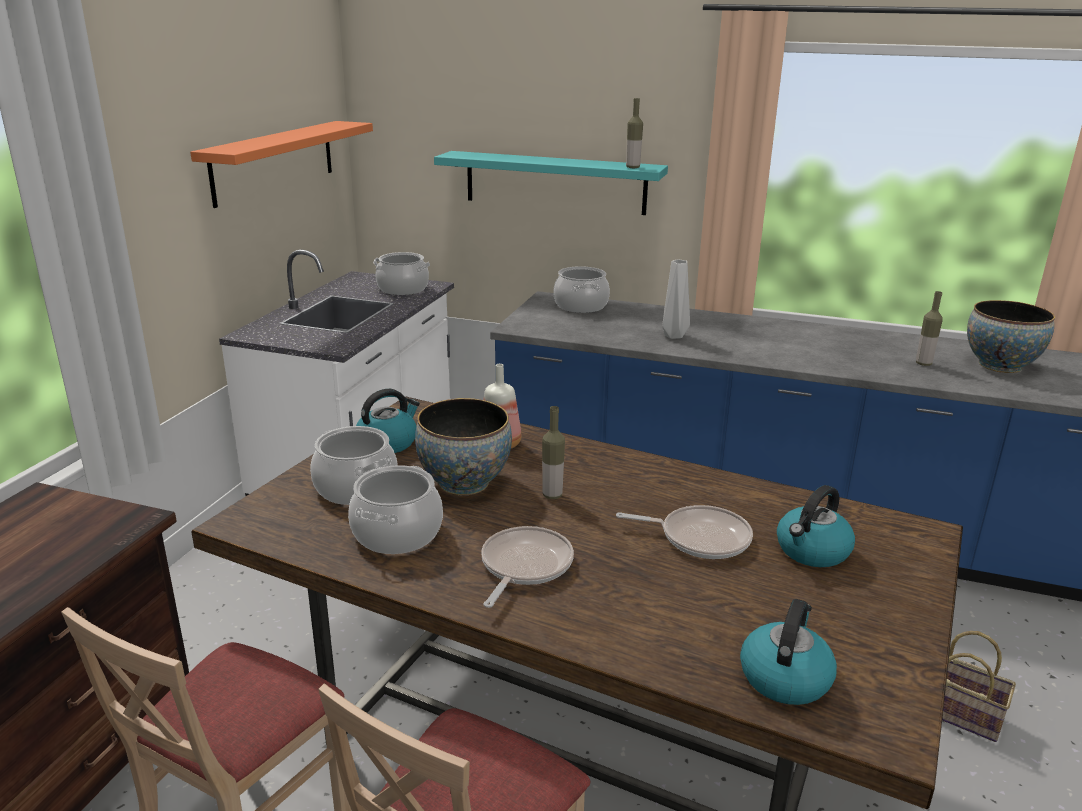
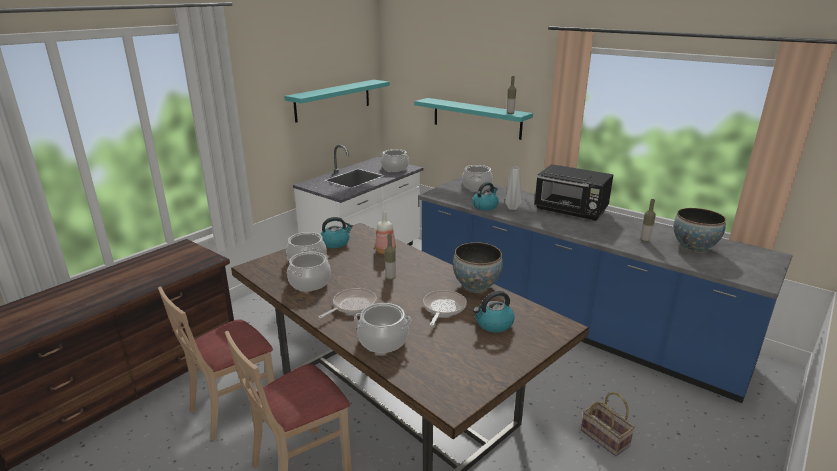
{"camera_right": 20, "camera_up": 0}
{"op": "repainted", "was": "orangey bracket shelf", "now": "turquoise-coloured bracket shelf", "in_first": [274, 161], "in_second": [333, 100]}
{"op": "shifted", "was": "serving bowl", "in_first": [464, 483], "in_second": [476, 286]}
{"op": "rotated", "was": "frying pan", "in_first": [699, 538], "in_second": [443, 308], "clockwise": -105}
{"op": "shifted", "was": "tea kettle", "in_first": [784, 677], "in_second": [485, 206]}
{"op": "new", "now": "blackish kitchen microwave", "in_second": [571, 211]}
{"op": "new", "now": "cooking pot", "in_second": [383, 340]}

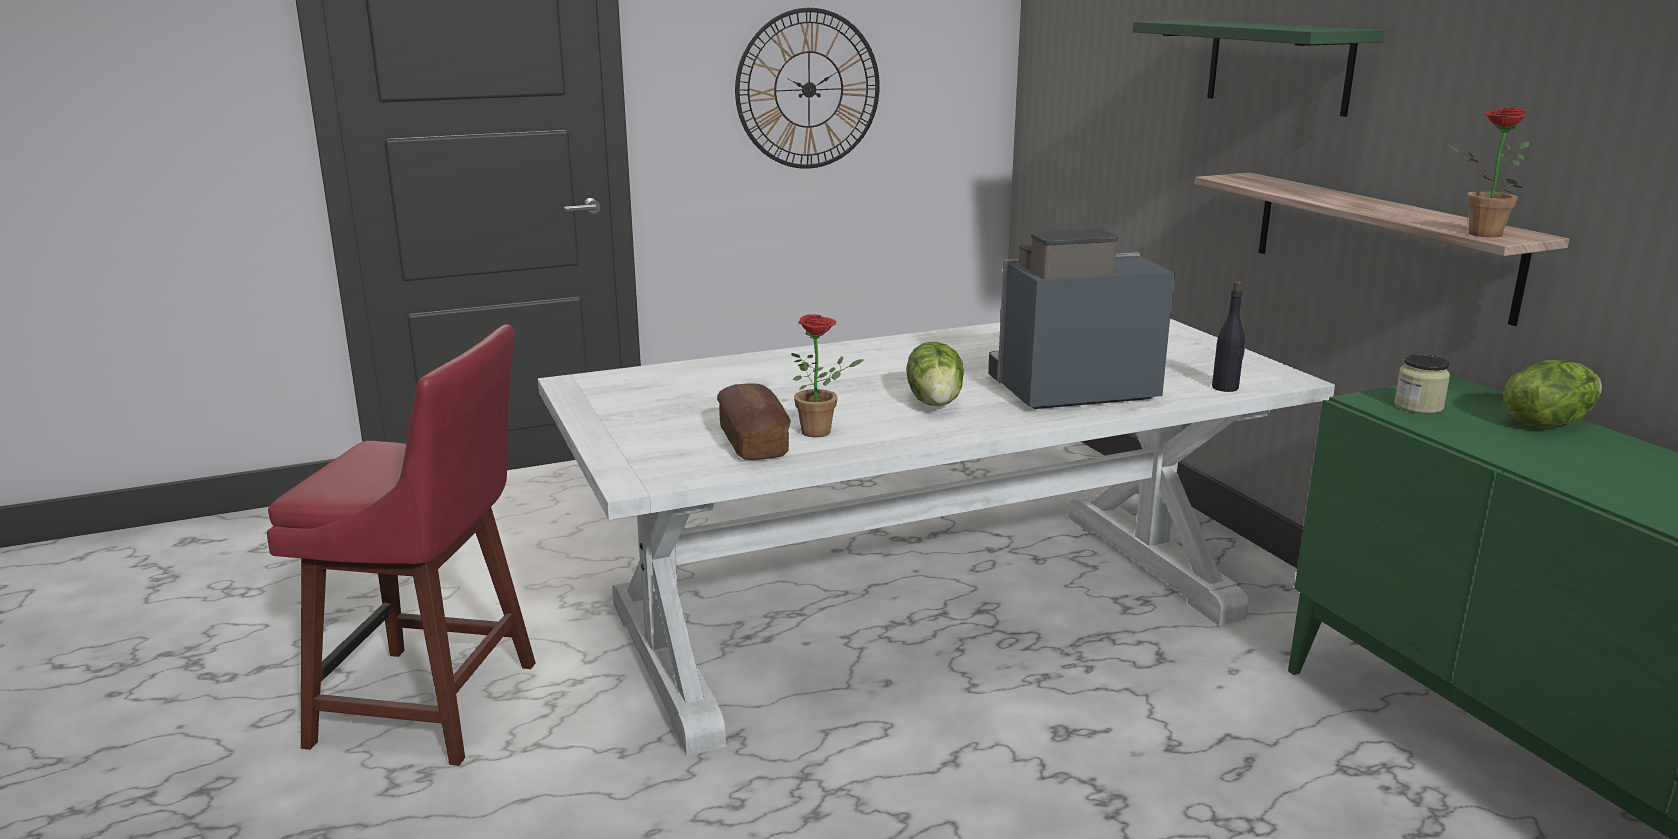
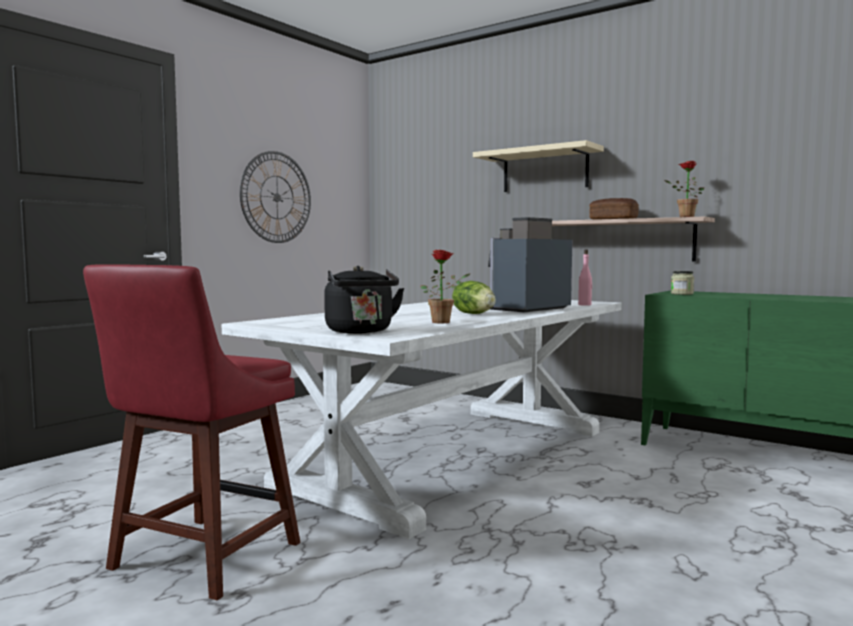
{"camera_right": -30, "camera_up": -15}
{"op": "repainted", "was": "greenish bracket shelf", "now": "sand-coloured bracket shelf", "in_first": [1278, 65], "in_second": [545, 170]}
{"op": "repainted", "was": "blackish bottle", "now": "pink-coloured bottle", "in_first": [1225, 388], "in_second": [585, 305]}
{"op": "rotated", "was": "red-coloured chair", "in_first": [436, 705], "in_second": [199, 559], "clockwise": 135}
{"op": "gone", "was": "lettuce head", "in_first": [1546, 423]}
{"op": "shifted", "was": "bread", "in_first": [753, 442], "in_second": [613, 219]}
{"op": "new", "now": "blackish tea kettle", "in_second": [361, 332]}

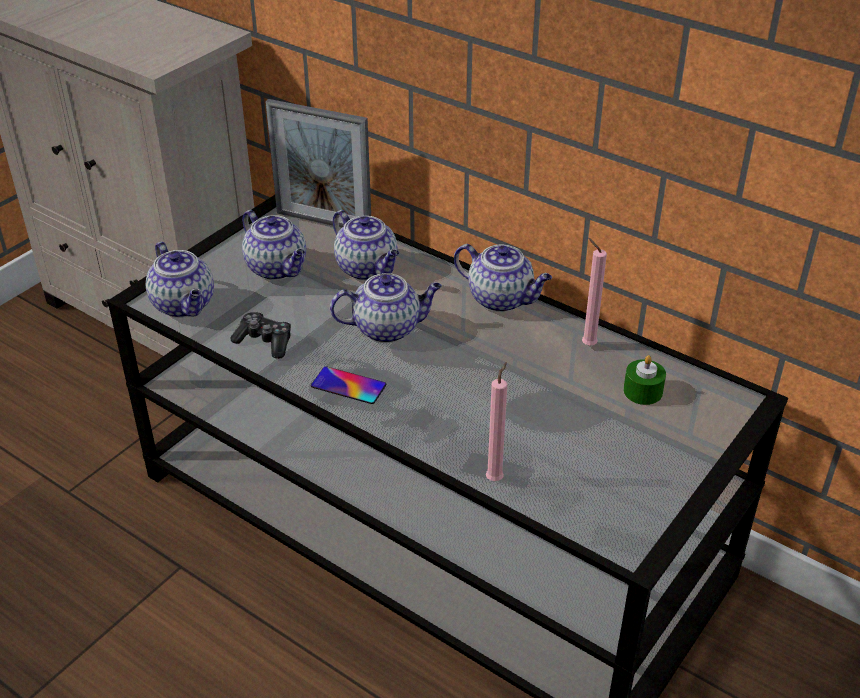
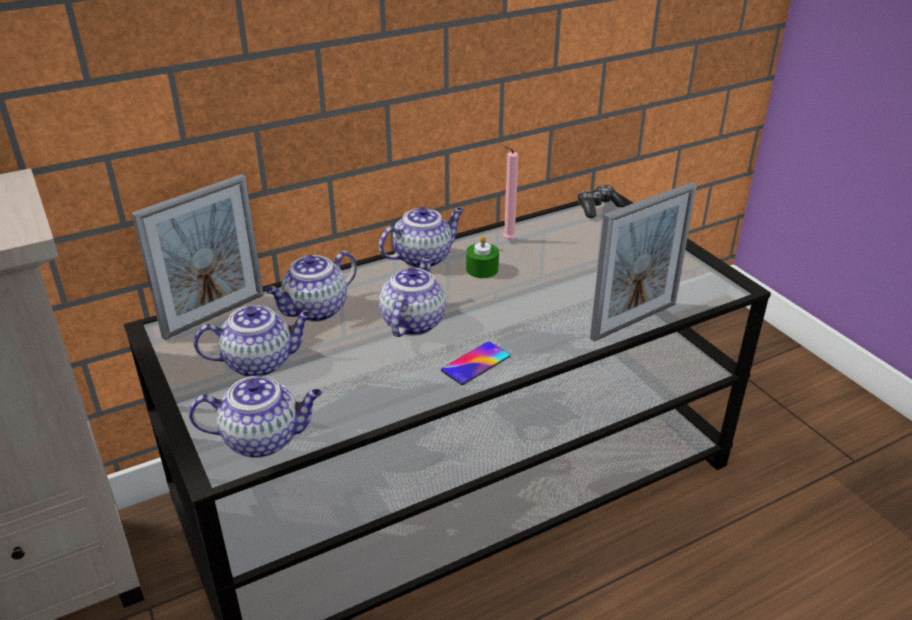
{"camera_right": -65, "camera_up": -5}
{"op": "rotated", "was": "teapot", "in_first": [368, 269], "in_second": [315, 311], "clockwise": 150}
{"op": "shifted", "was": "joypad", "in_first": [265, 342], "in_second": [597, 207]}
{"op": "shifted", "was": "greenish candle", "in_first": [643, 391], "in_second": [482, 269]}
{"op": "swapped", "was": "pink-coloured candle", "now": "picture frame", "in_first": [495, 478], "in_second": [634, 321]}

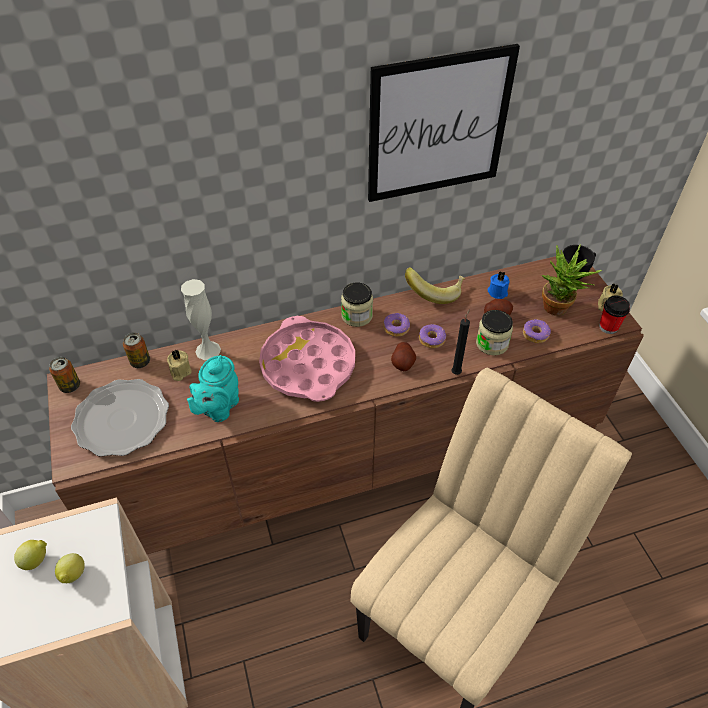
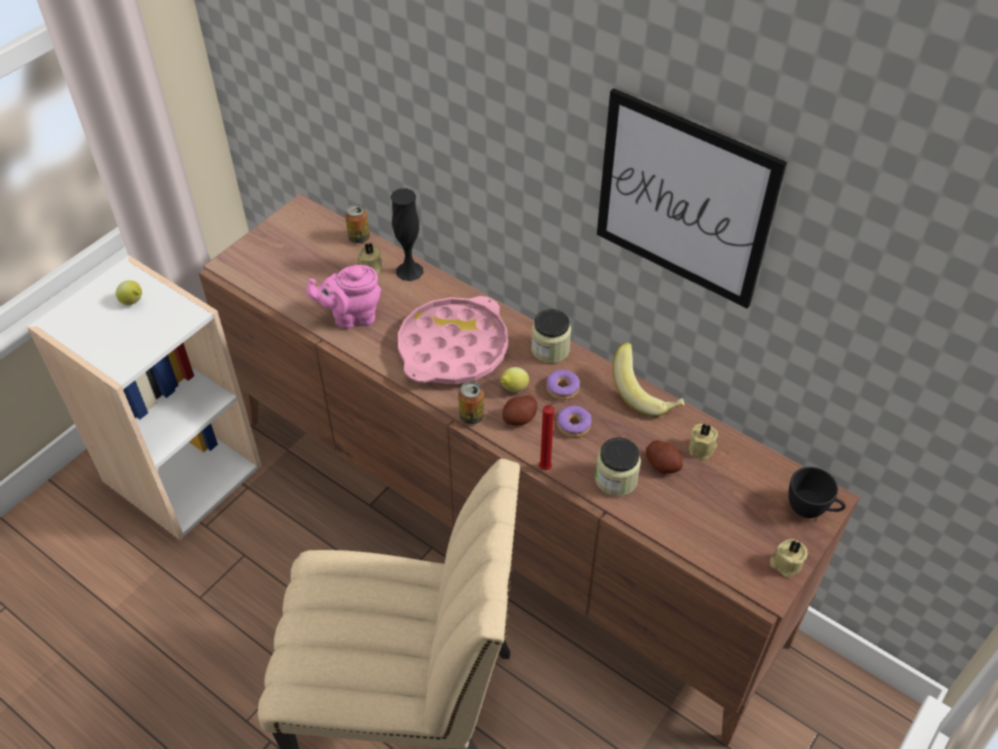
{"camera_right": 55, "camera_up": 0}
{"op": "gone", "was": "potted plant", "in_first": [558, 310]}
{"op": "repainted", "was": "blue candle", "now": "sand-coloured candle", "in_first": [498, 292], "in_second": [702, 448]}
{"op": "repainted", "was": "whitish decorative vase", "now": "blackish decorative vase", "in_first": [208, 350], "in_second": [409, 271]}
{"op": "gone", "was": "drinking cup", "in_first": [608, 327]}
{"op": "repainted", "was": "blackish candle", "now": "red-coloured candle", "in_first": [456, 372], "in_second": [547, 468]}
{"op": "gone", "was": "ring doughnut", "in_first": [535, 334]}
{"op": "repainted", "was": "turquoise-coloured teapot", "now": "pink-coloured teapot", "in_first": [218, 408], "in_second": [352, 316]}
{"op": "shifted", "was": "can", "in_first": [70, 386], "in_second": [471, 416]}
{"op": "gone", "was": "flat dish", "in_first": [121, 420]}
{"op": "shifted", "was": "lemon", "in_first": [74, 576], "in_second": [513, 389]}

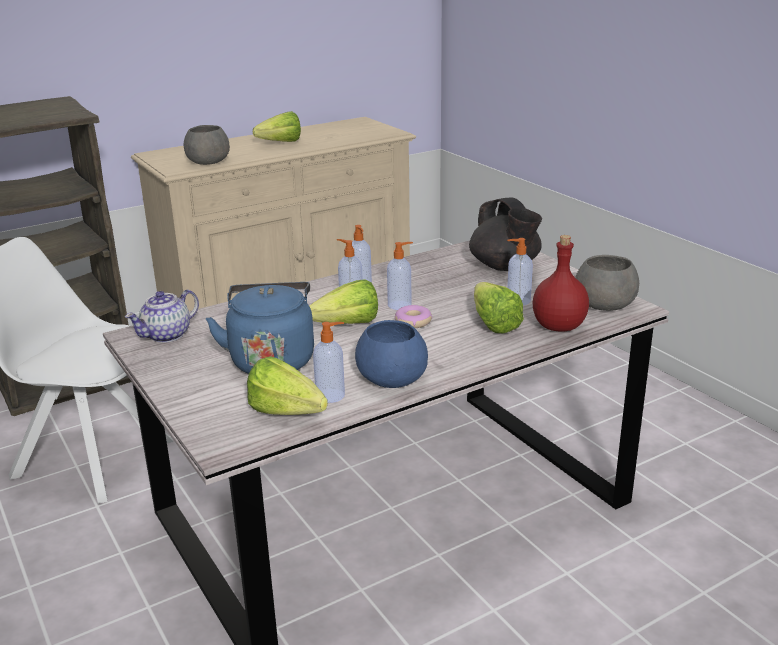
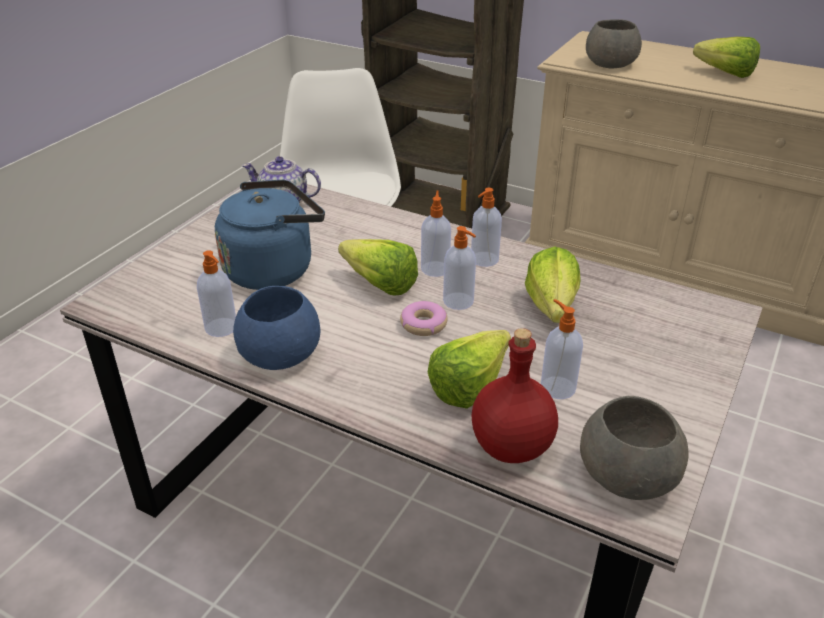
{"camera_right": 60, "camera_up": 10}
{"op": "gone", "was": "blackish teapot", "in_first": [505, 267]}
{"op": "shifted", "was": "lettuce head", "in_first": [291, 415], "in_second": [550, 312]}

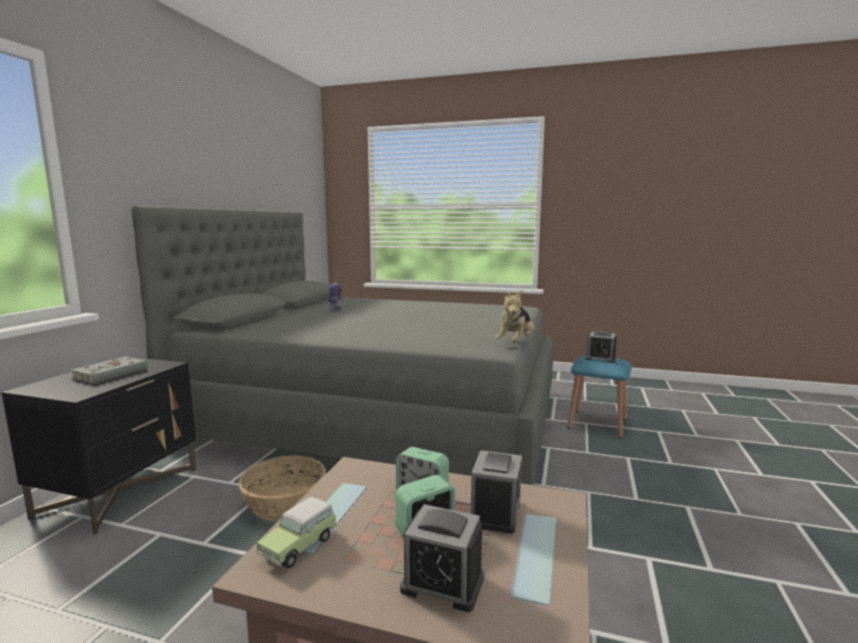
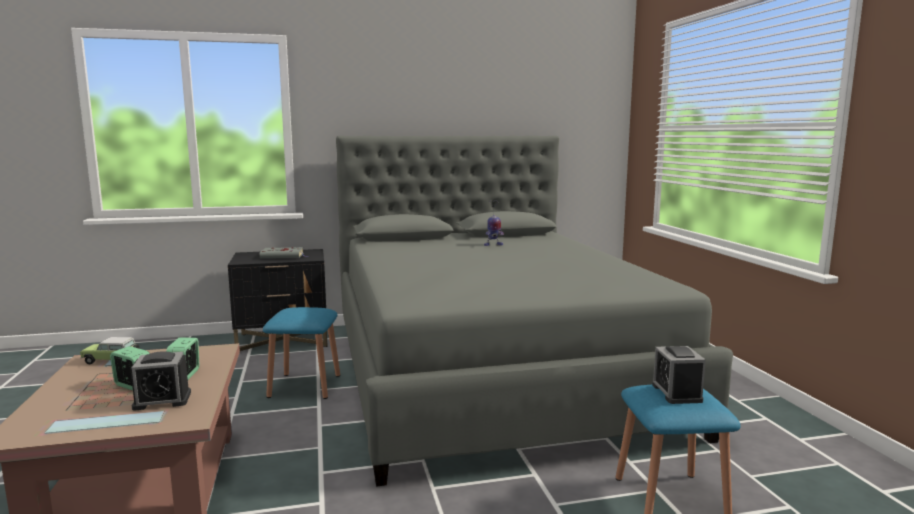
{"camera_right": 60, "camera_up": 0}
{"op": "gone", "was": "plush toy", "in_first": [516, 343]}
{"op": "swapped", "was": "basket", "now": "blue stool seat", "in_first": [284, 502], "in_second": [305, 386]}
{"op": "gone", "was": "table clock", "in_first": [442, 583]}

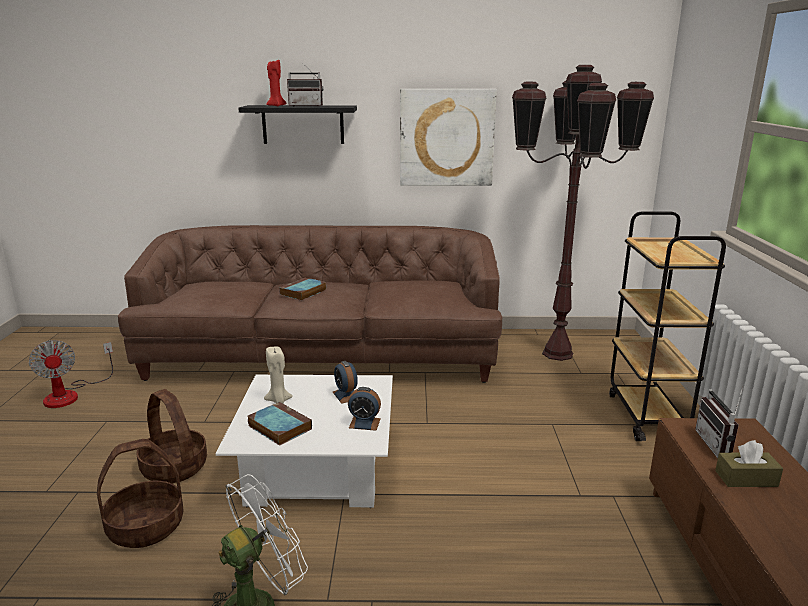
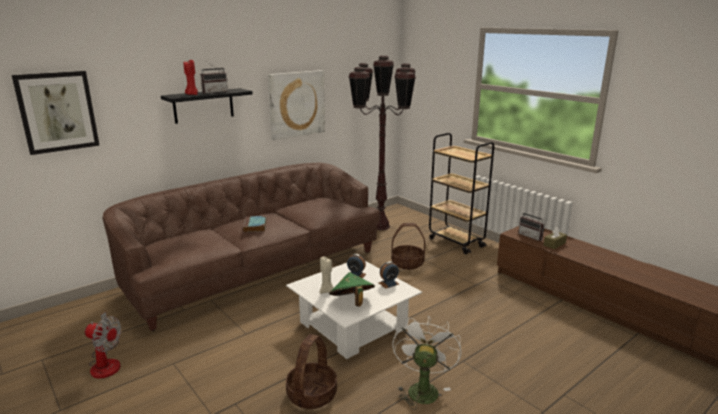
{"camera_right": -40, "camera_up": 0}
{"op": "shifted", "was": "basket", "in_first": [175, 467], "in_second": [407, 263]}
{"op": "swapped", "was": "bound book", "now": "greenish hat", "in_first": [278, 427], "in_second": [352, 302]}
{"op": "new", "now": "wall picture", "in_second": [57, 112]}

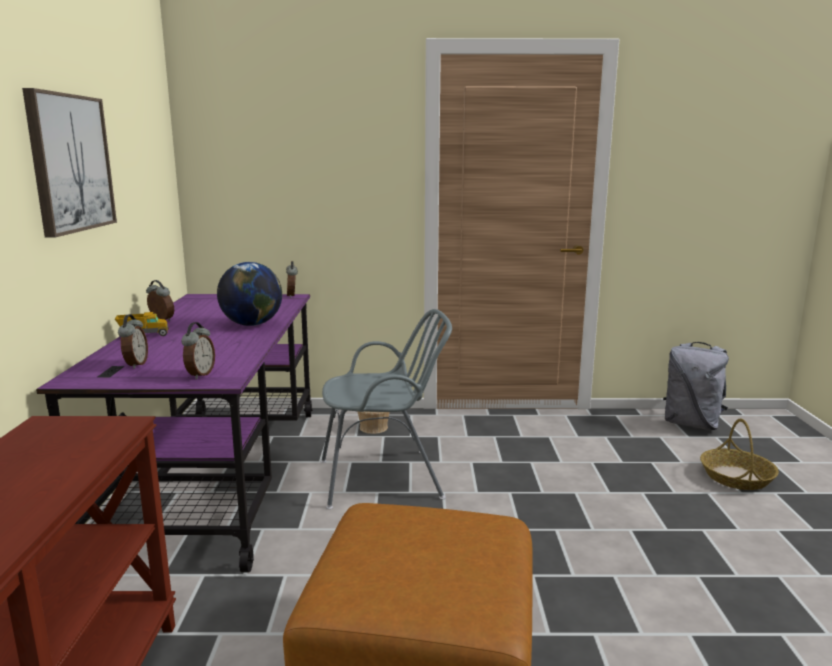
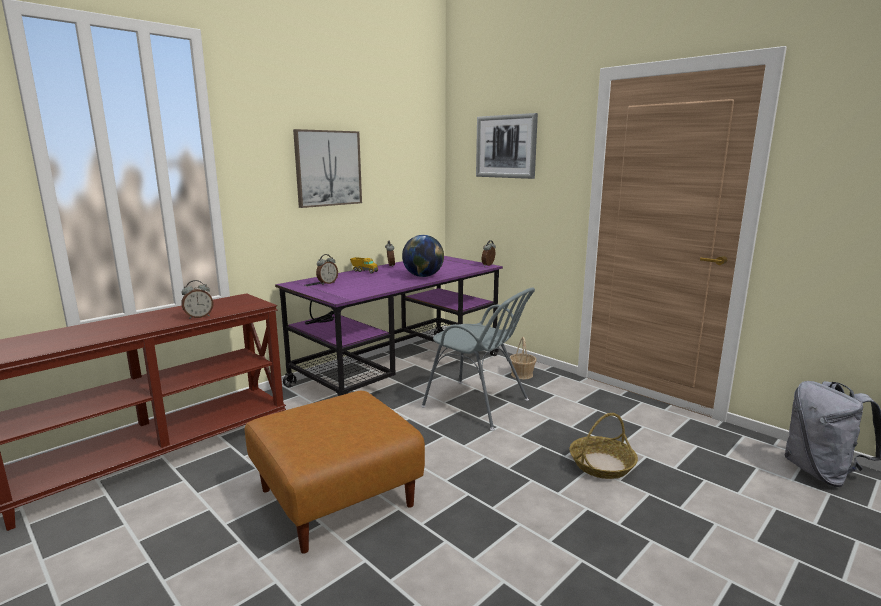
{"camera_right": 45, "camera_up": 0}
{"op": "shifted", "was": "table clock", "in_first": [199, 375], "in_second": [199, 317]}
{"op": "shifted", "was": "basket", "in_first": [736, 477], "in_second": [602, 464]}
{"op": "new", "now": "wall picture", "in_second": [506, 146]}

